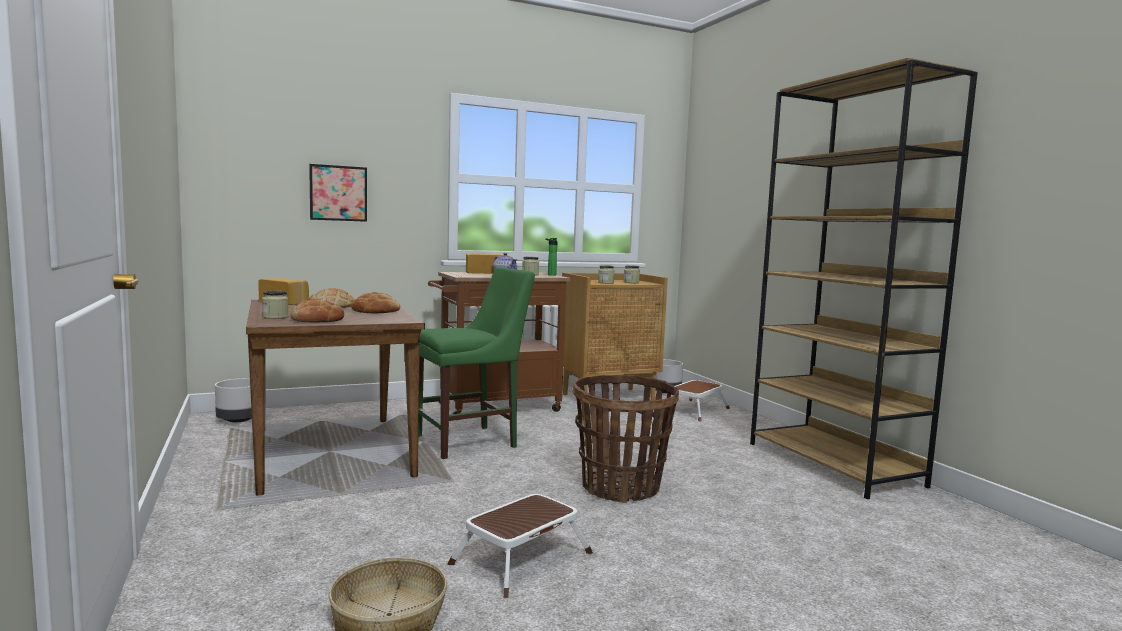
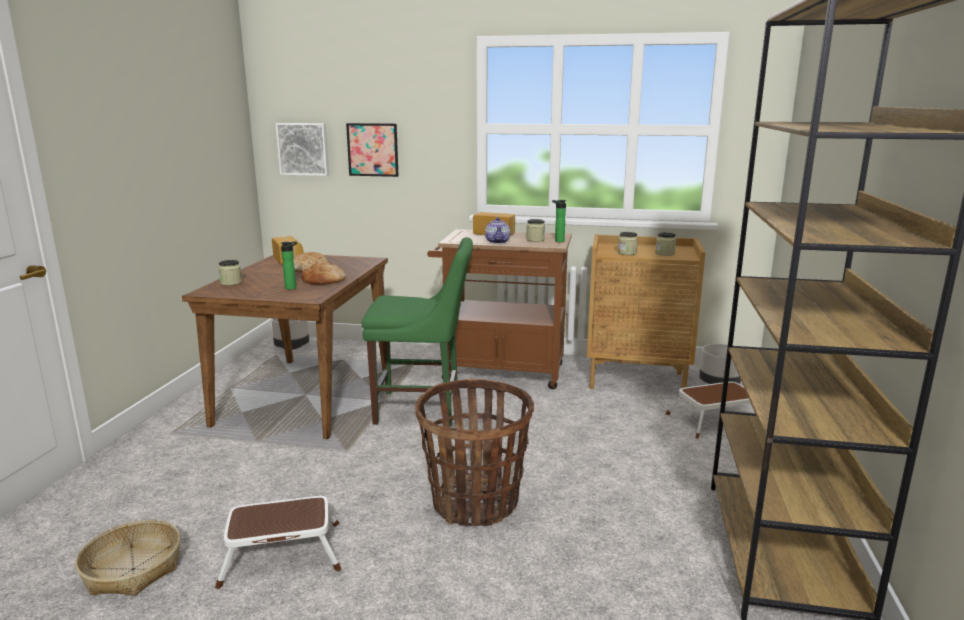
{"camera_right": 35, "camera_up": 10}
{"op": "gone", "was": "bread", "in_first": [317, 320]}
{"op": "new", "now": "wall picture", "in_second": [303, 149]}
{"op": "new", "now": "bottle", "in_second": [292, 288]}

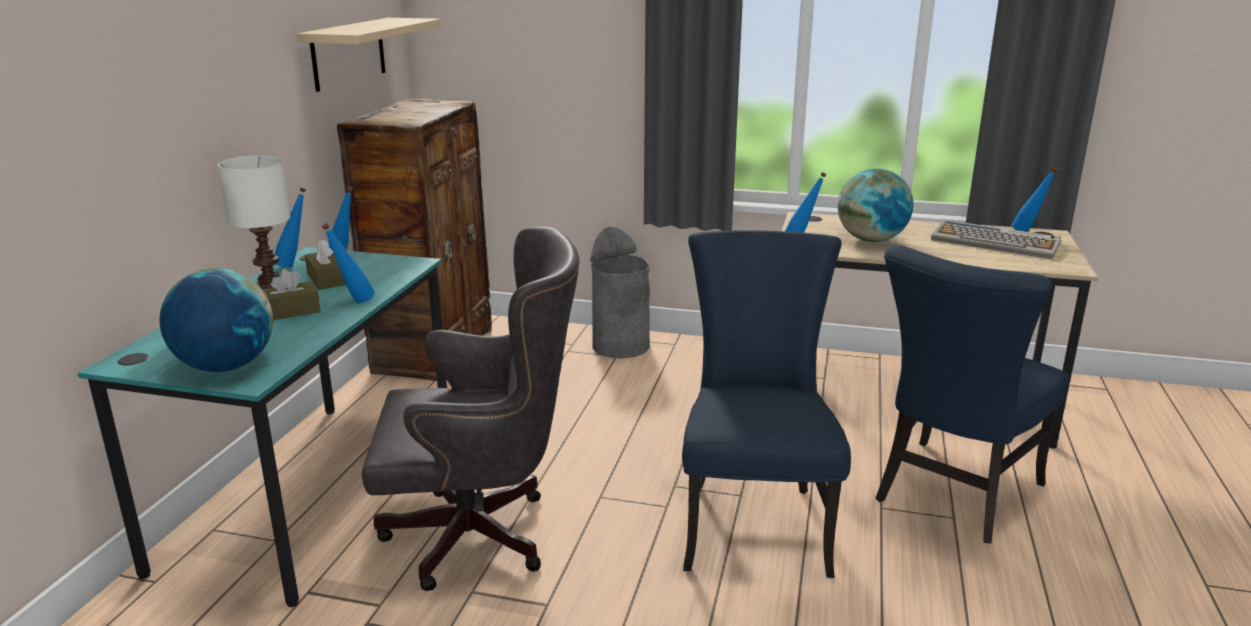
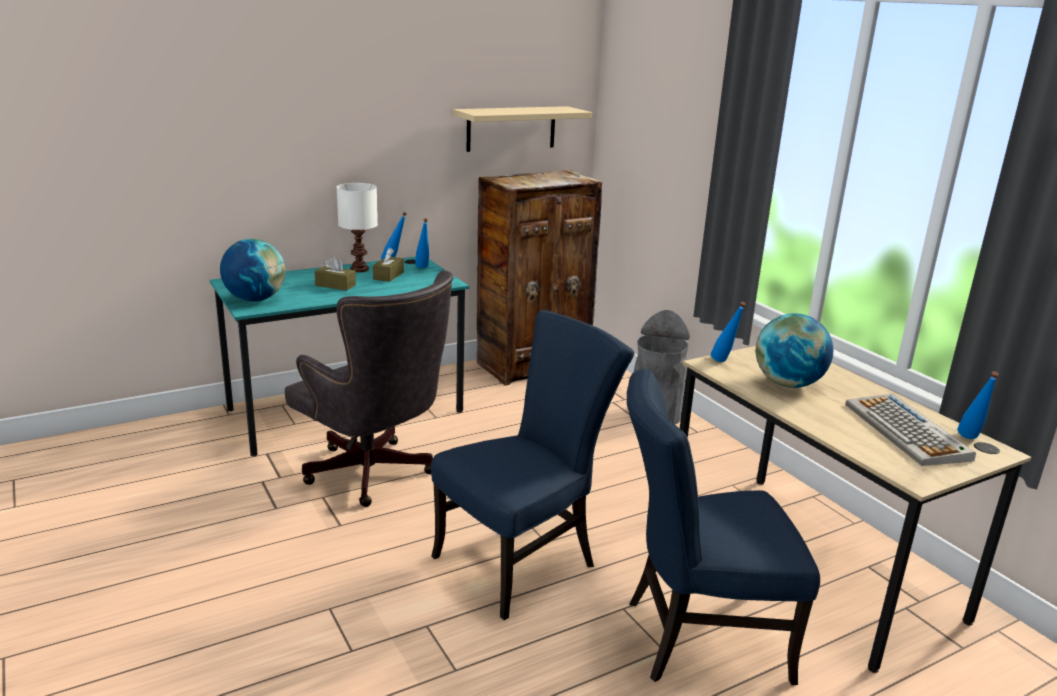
{"camera_right": 45, "camera_up": 0}
{"op": "gone", "was": "blue bottle", "in_first": [353, 303]}

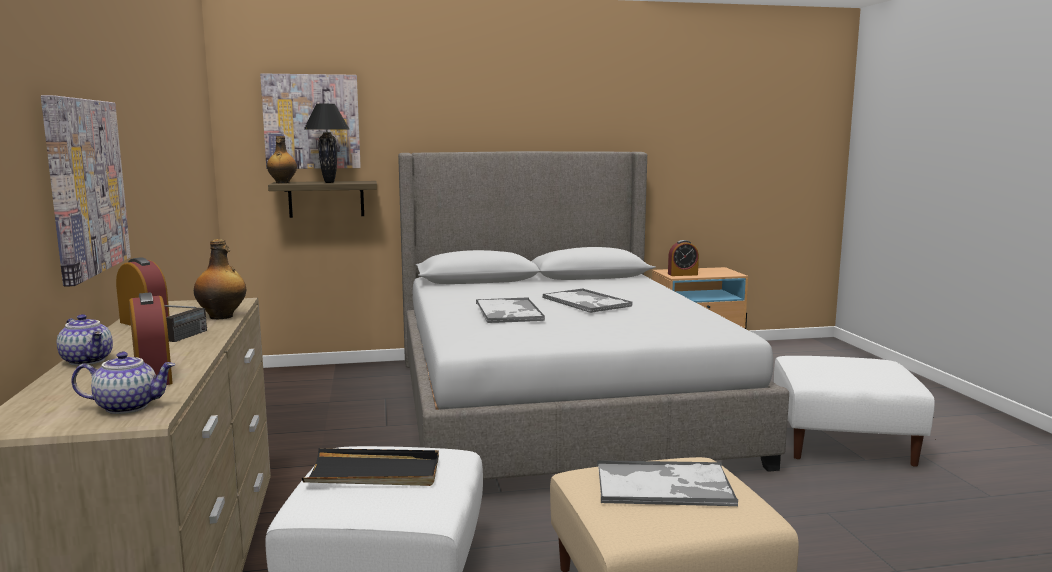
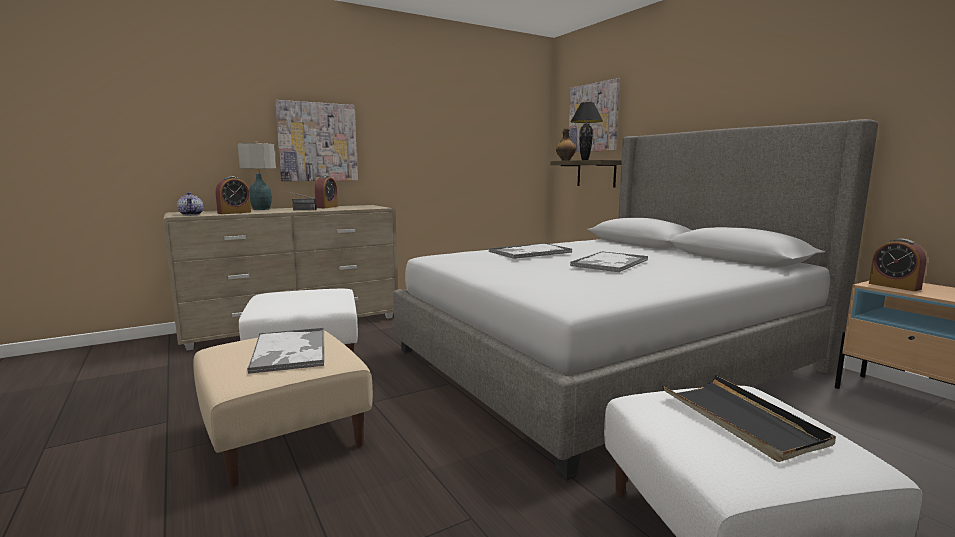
{"camera_right": 70, "camera_up": 0}
{"op": "gone", "was": "bottle", "in_first": [222, 316]}
{"op": "swapped", "was": "teapot", "now": "lamp for a table", "in_first": [88, 361], "in_second": [262, 209]}
{"op": "shifted", "was": "blackish carrying tray", "in_first": [374, 473], "in_second": [741, 420]}

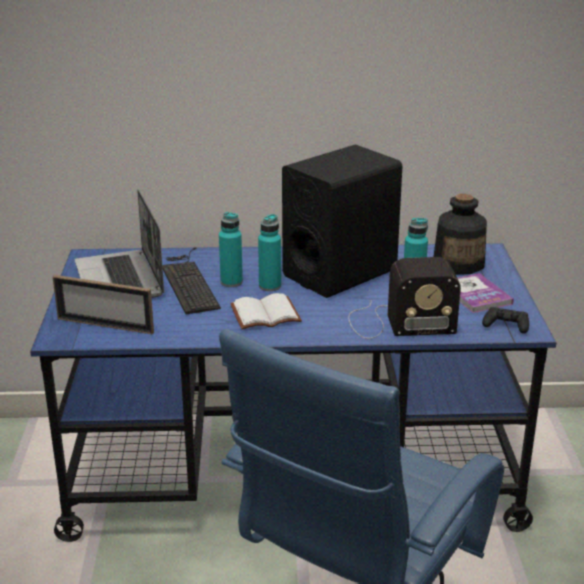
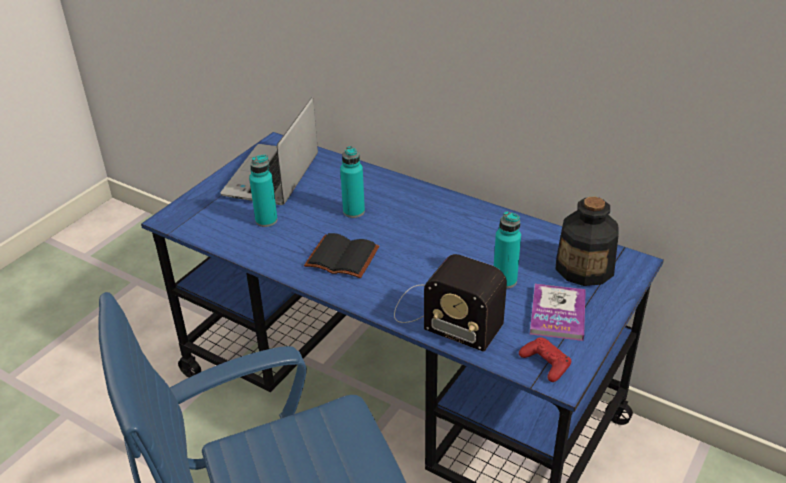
{"camera_right": 35, "camera_up": 10}
{"op": "gone", "was": "blackish loudspeaker", "in_first": [340, 273]}
{"op": "shifted", "was": "turquoise-coloured bottle", "in_first": [270, 286], "in_second": [266, 220]}
{"op": "gone", "was": "computer keyboard", "in_first": [189, 281]}
{"op": "gone", "was": "picture frame", "in_first": [105, 325]}
{"op": "repainted", "was": "whitish bound book", "now": "blackish bound book", "in_first": [264, 315], "in_second": [340, 259]}
{"op": "repainted", "was": "blackish joypad", "now": "red-coloured joypad", "in_first": [506, 325], "in_second": [545, 363]}

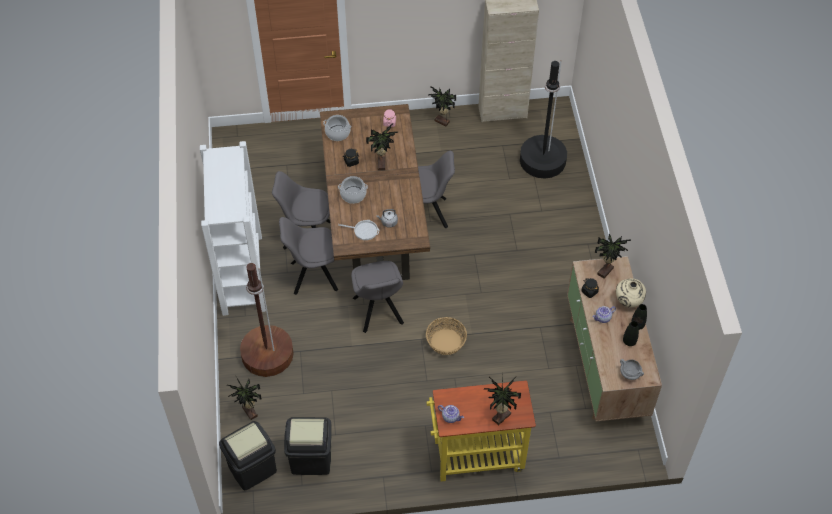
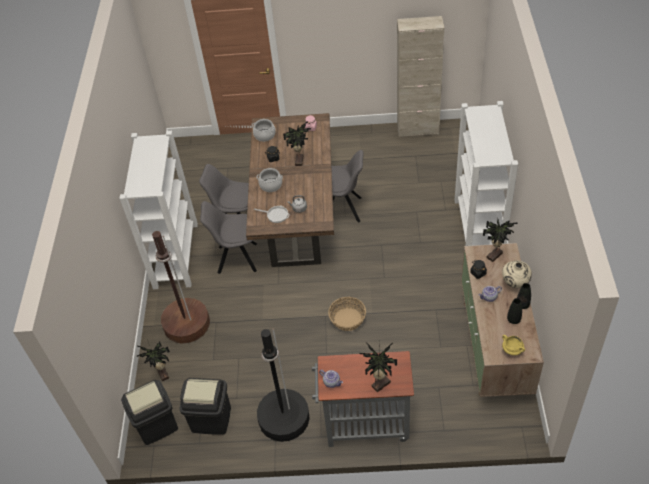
{"camera_right": 10, "camera_up": -5}
{"op": "shifted", "was": "blackish standard lamp", "in_first": [542, 161], "in_second": [283, 418]}
{"op": "gone", "was": "potted plant", "in_first": [441, 122]}
{"op": "gone", "was": "greyish chair", "in_first": [378, 311]}
{"op": "repainted", "was": "greyish cooking pot", "now": "yellow-coloured cooking pot", "in_first": [630, 374], "in_second": [512, 350]}
{"op": "repainted", "was": "yellow-coloured cart", "now": "greyish cart", "in_first": [477, 456], "in_second": [365, 425]}
{"op": "new", "now": "whitish bookcase", "in_second": [478, 229]}

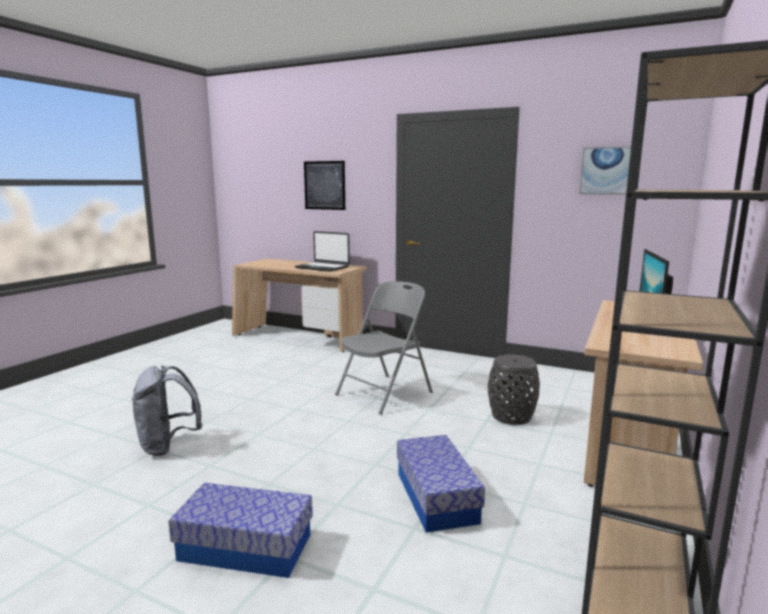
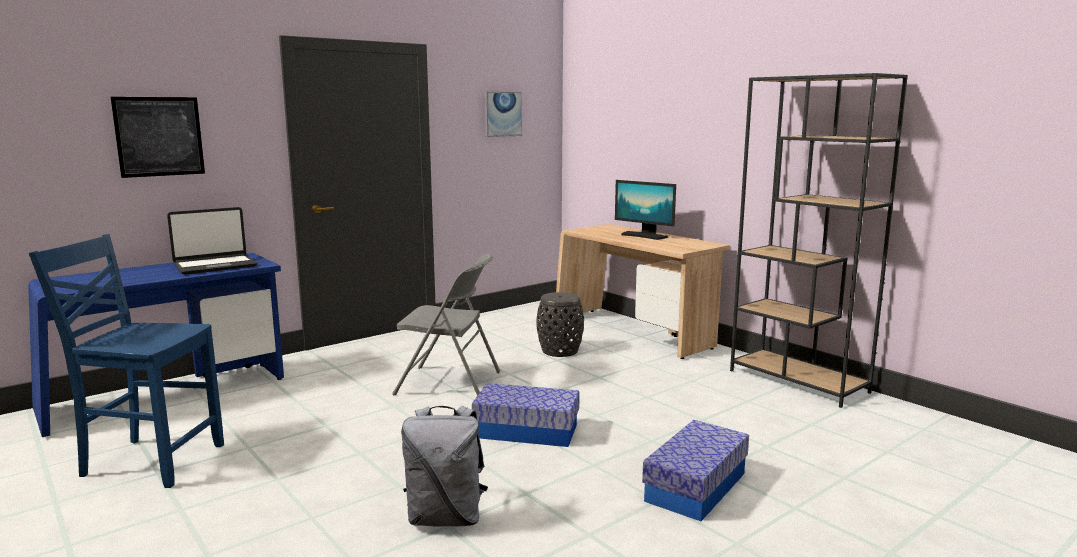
{"camera_right": -65, "camera_up": 0}
{"op": "repainted", "was": "sand-coloured desk", "now": "blue desk", "in_first": [298, 338], "in_second": [168, 395]}
{"op": "rotated", "was": "greyish chair", "in_first": [384, 394], "in_second": [448, 383], "clockwise": 120}
{"op": "shifted", "was": "storage bin", "in_first": [436, 497], "in_second": [527, 431]}
{"op": "new", "now": "blue chair", "in_second": [151, 461]}

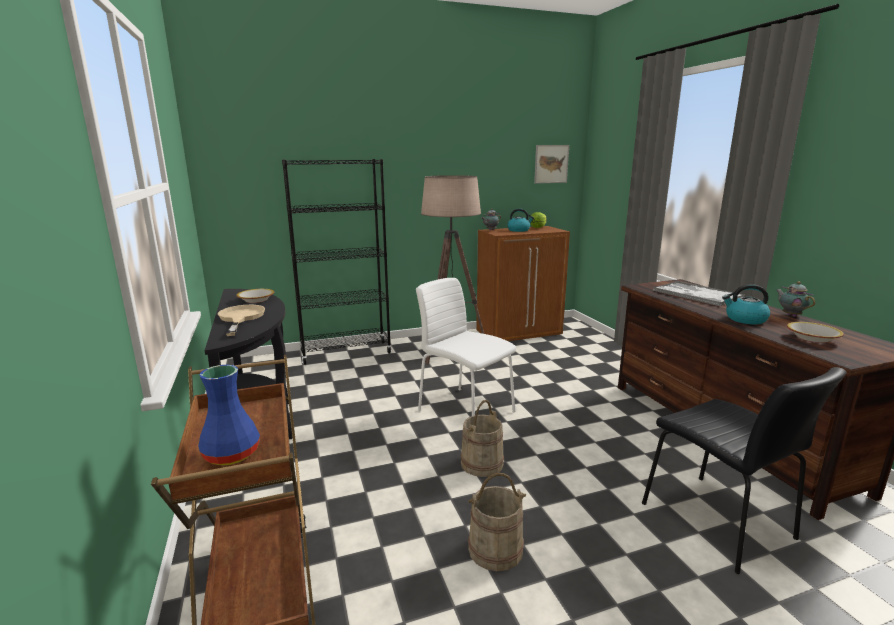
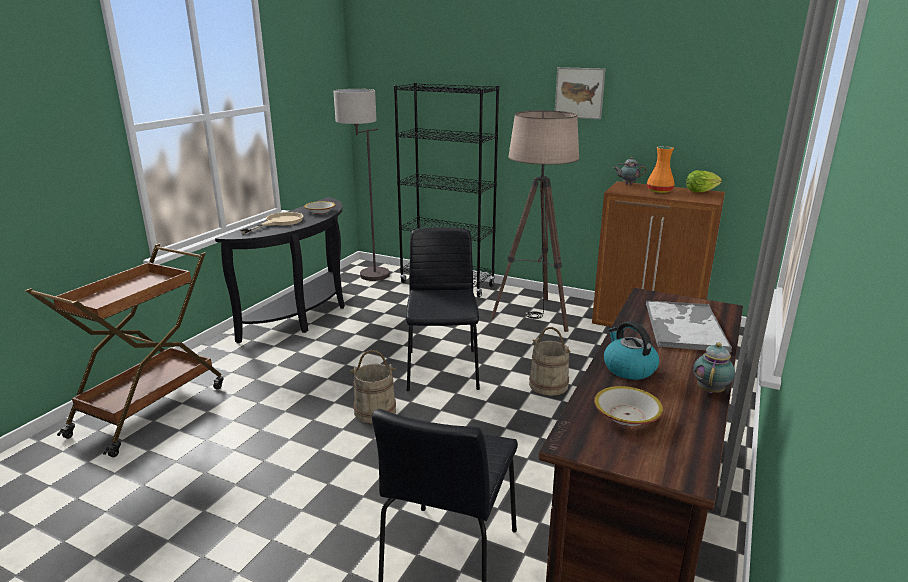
{"camera_right": 45, "camera_up": 5}
{"op": "shifted", "was": "wall picture", "in_first": [551, 164], "in_second": [579, 93]}
{"op": "swapped", "was": "tea kettle", "now": "orangey decorative vase", "in_first": [519, 230], "in_second": [659, 191]}
{"op": "repainted", "was": "whitish chair", "now": "blackish chair", "in_first": [463, 410], "in_second": [442, 368]}
{"op": "gone", "was": "blue decorative vase", "in_first": [232, 455]}
{"op": "shifted", "was": "sand-coloured water bucket", "in_first": [495, 549], "in_second": [548, 385]}
{"op": "new", "now": "greyish standard lamp", "in_second": [368, 278]}

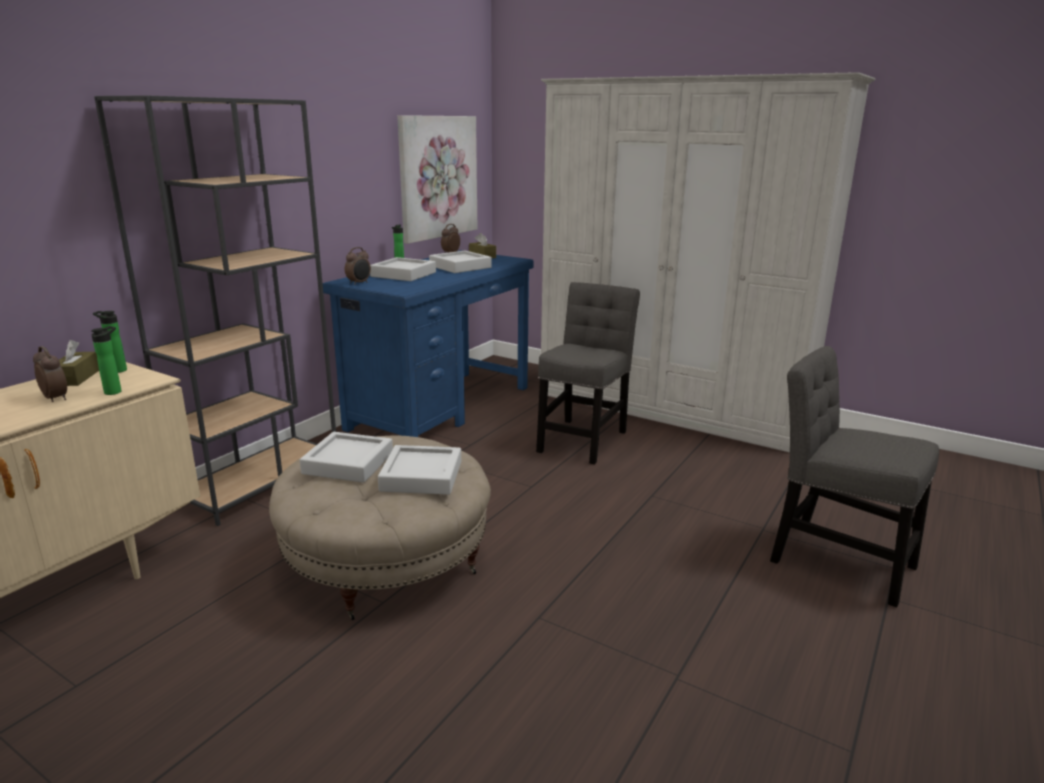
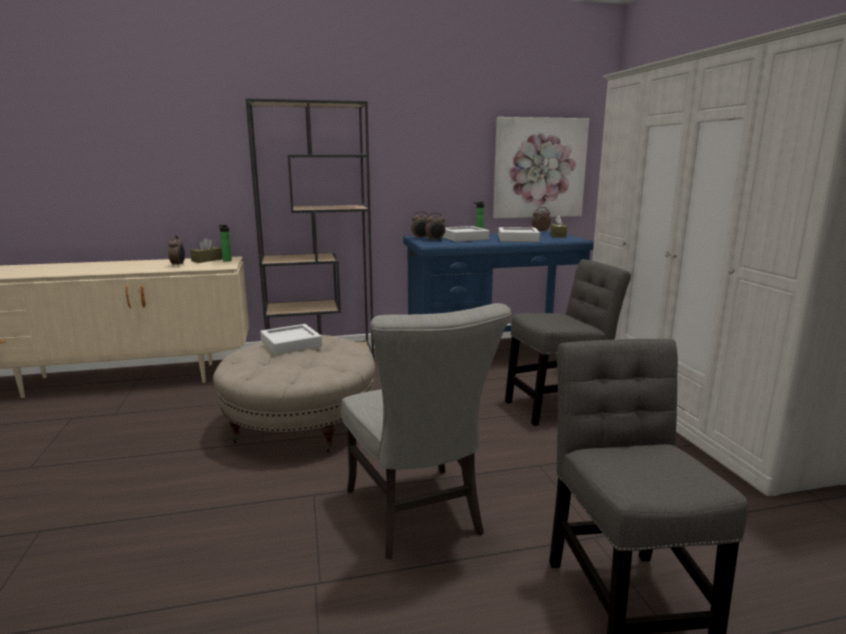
{"camera_right": 45, "camera_up": -5}
{"op": "gone", "was": "bottle", "in_first": [115, 391]}
{"op": "gone", "was": "greyish carrying tray", "in_first": [421, 476]}
{"op": "new", "now": "table clock", "in_second": [435, 240]}
{"op": "new", "now": "greyish chair", "in_second": [418, 515]}

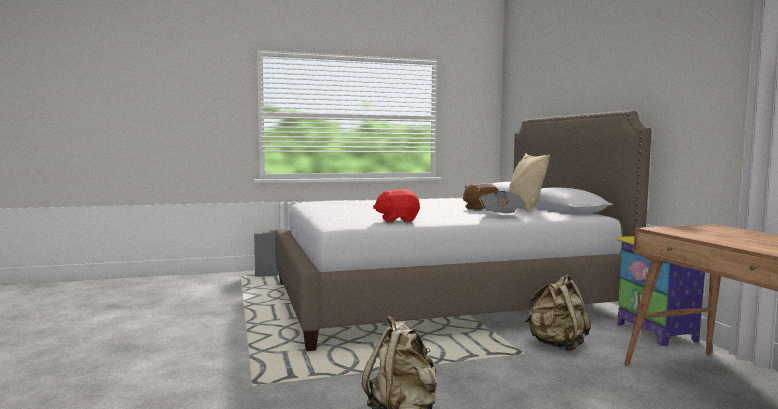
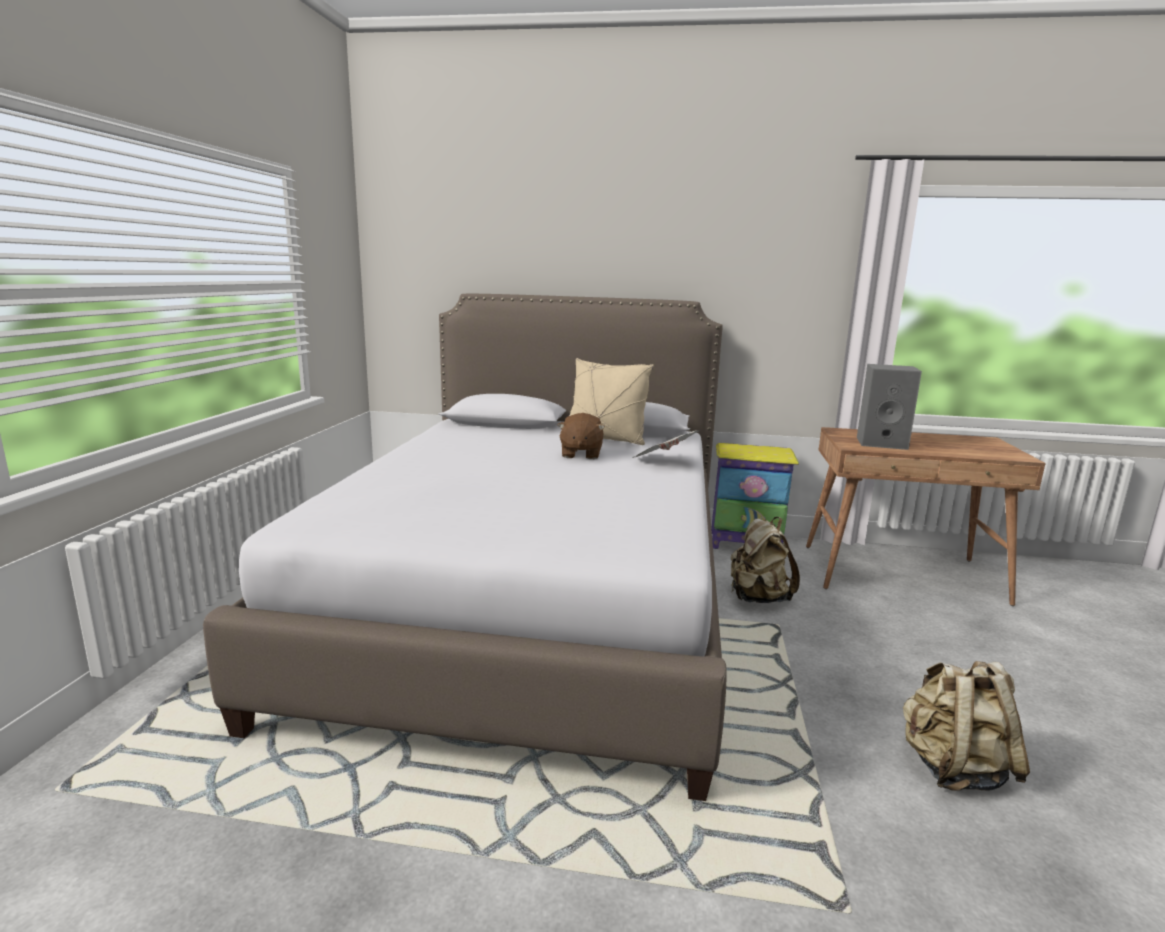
{"camera_right": -65, "camera_up": 10}
{"op": "gone", "was": "red-coloured plush toy", "in_first": [397, 220]}
{"op": "shifted", "was": "greyish loudspeaker", "in_first": [267, 274], "in_second": [882, 443]}

